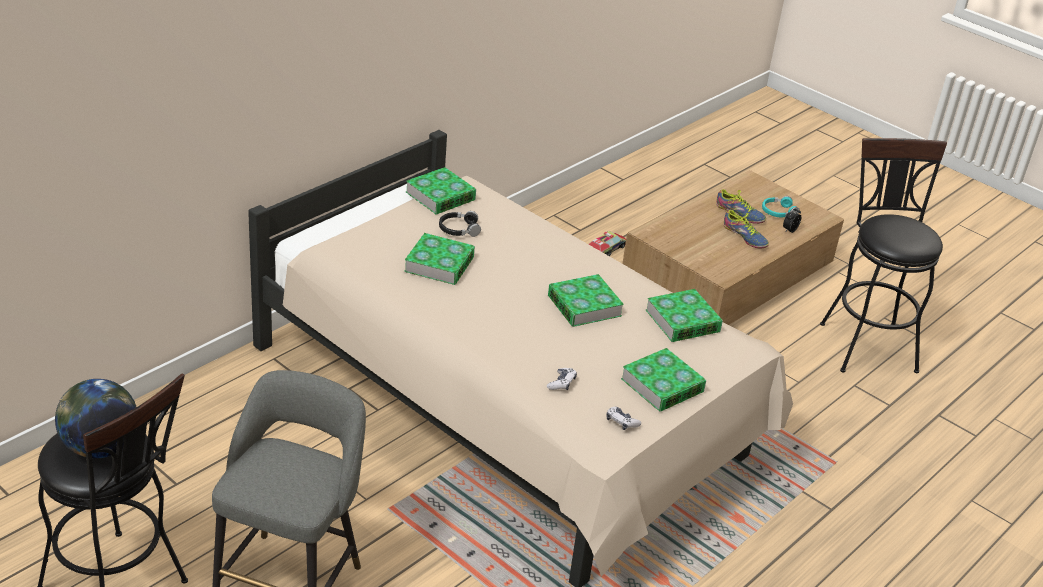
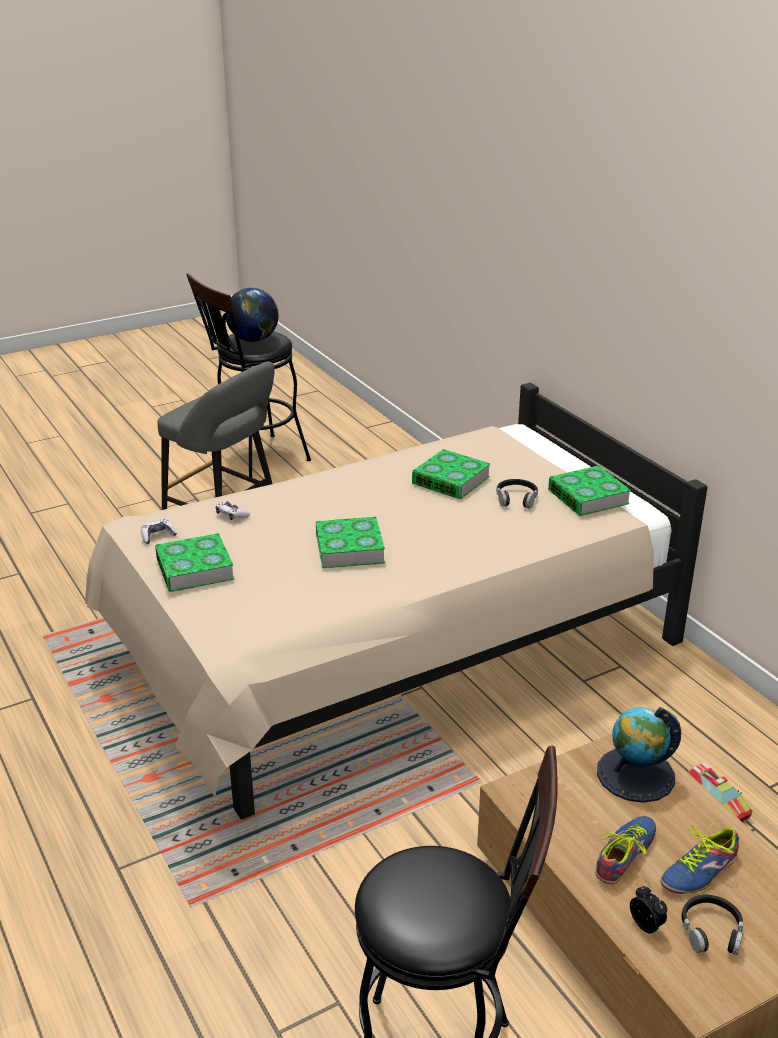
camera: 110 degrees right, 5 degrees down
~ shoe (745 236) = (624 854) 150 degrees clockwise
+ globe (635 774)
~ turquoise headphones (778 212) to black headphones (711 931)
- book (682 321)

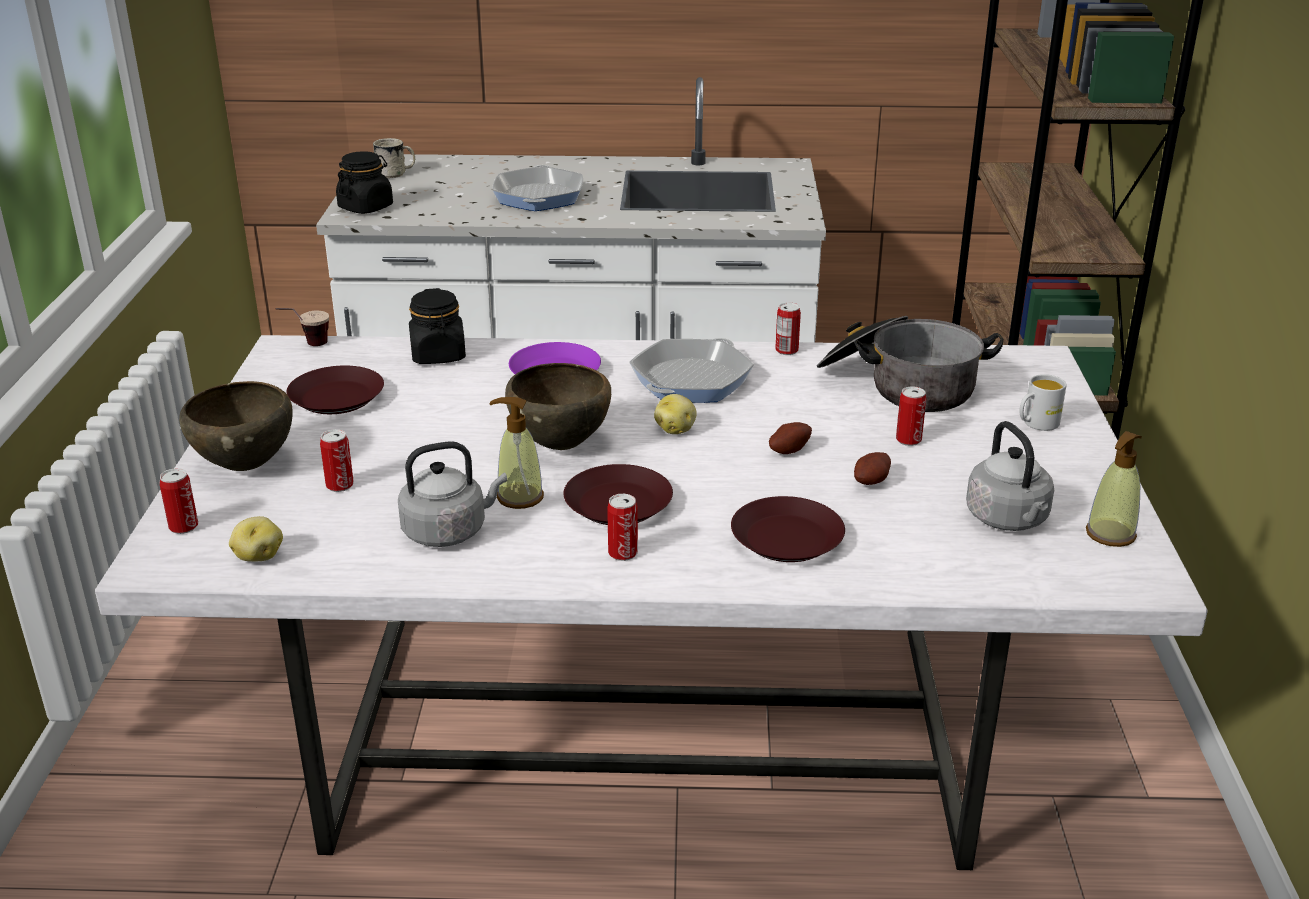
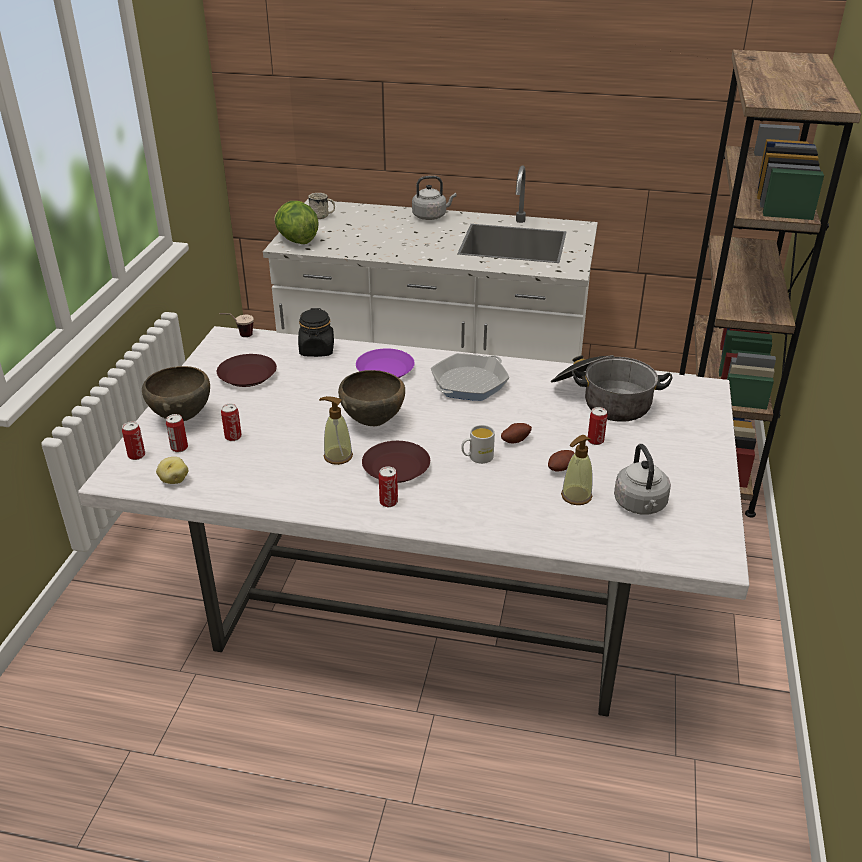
camera: 10 degrees right, 5 degrees up
~ can (786 351) to (179 448)
~ black jar (366 207) to lettuce (296 240)
~ grey kettle (449 531) to (431 216)
~ white mug (1036 424) to (477 457)
~ soap dispenser (1110 534) to (576 496)
- frying pan (538 196)
- potato (676 429)
- brown plate (786 539)

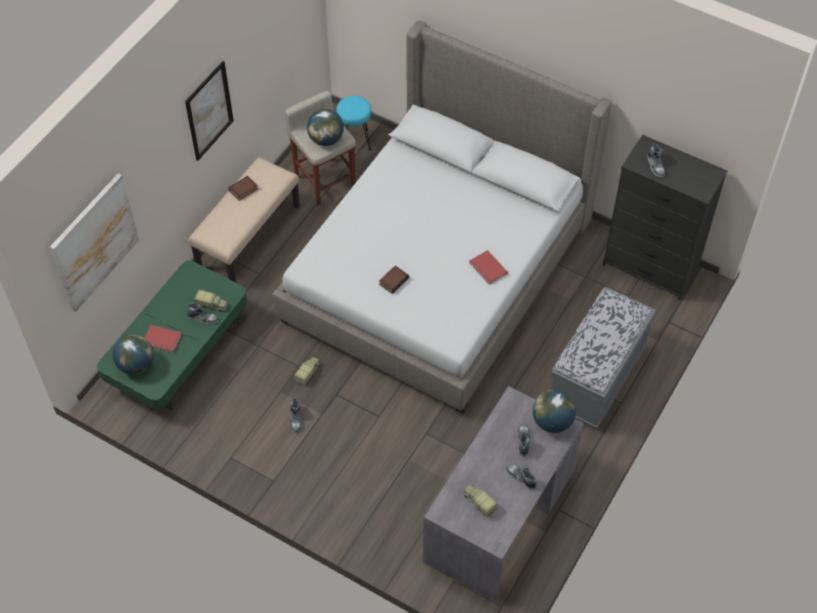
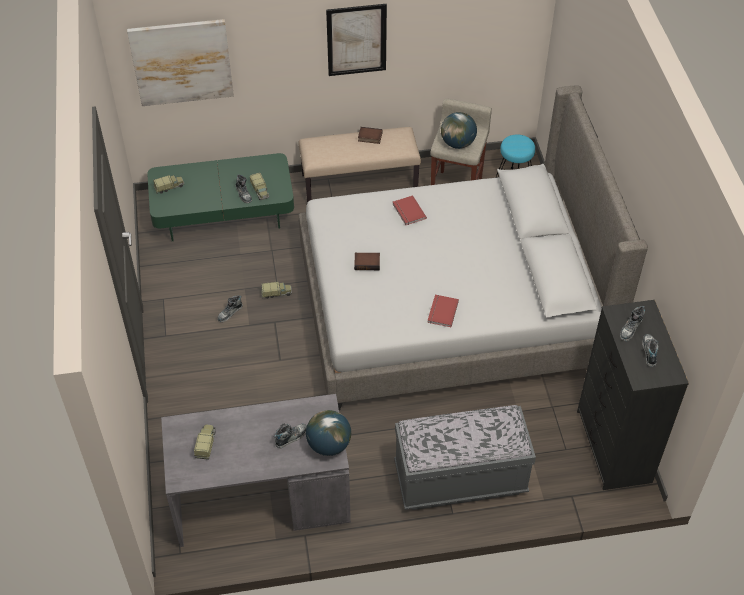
camera: 50 degrees right, 5 degrees down
~ globe (136 365) to toy truck (169 187)
~ red book (161 340) to (408 212)
~ shoe (521 478) to (649 352)

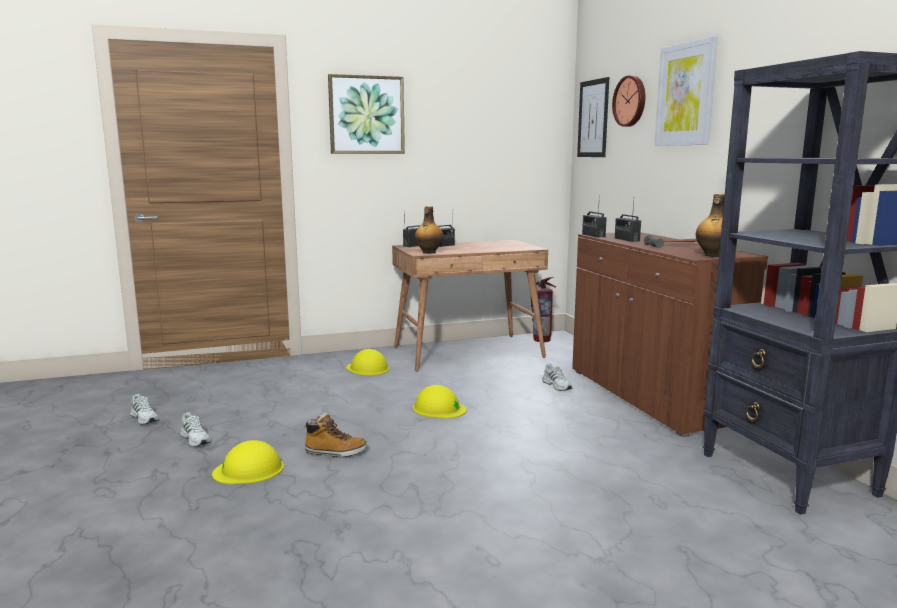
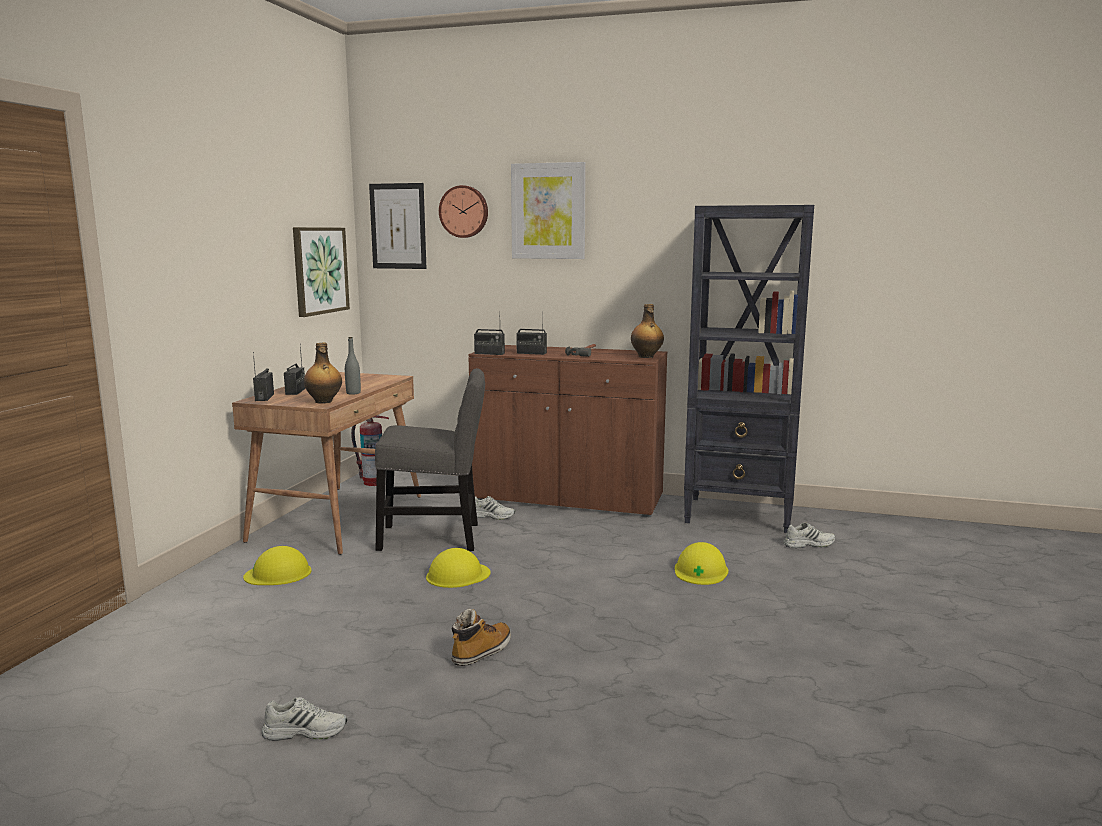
camera: 55 degrees left, 0 degrees up
~ picture (366 115) to (319 270)
+ grey bottle (353 393)
+ grey chair (435 537)
~ yellow hard hat (249 470) to (701 570)
~ white shoe (145 418) to (808 544)

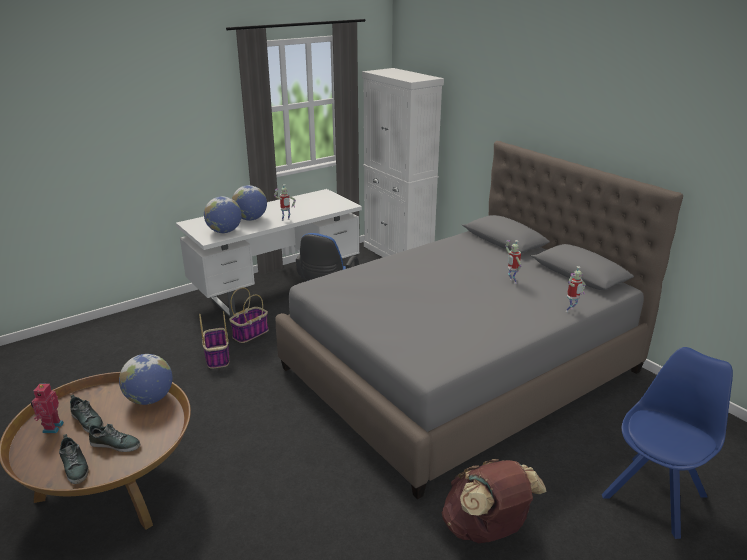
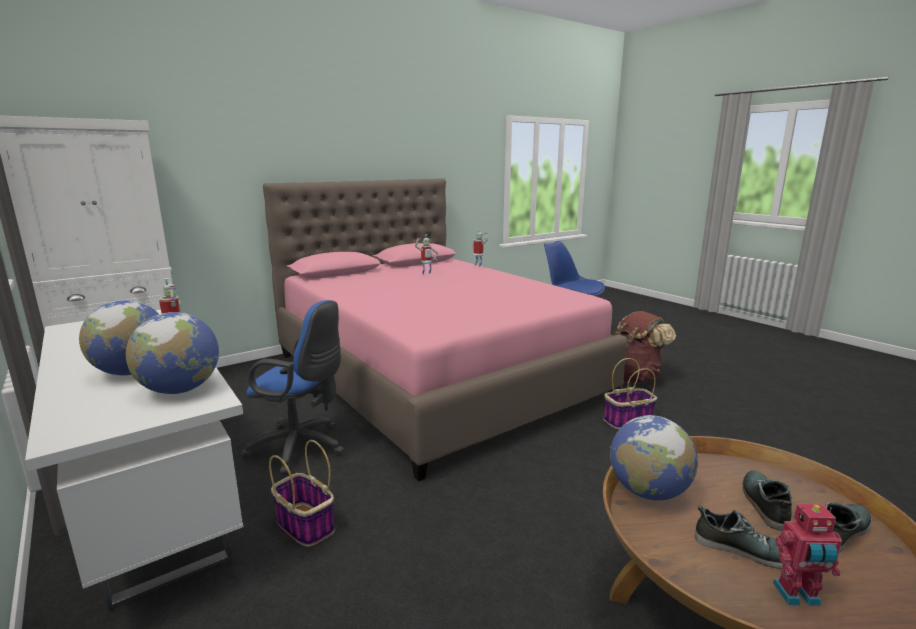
camera: 90 degrees left, 10 degrees down
~ grey bed (461 370) to pink bed (434 375)
~ basket (217 357) to (627 421)
~ shoe (88 421) = (744 549) 75 degrees clockwise

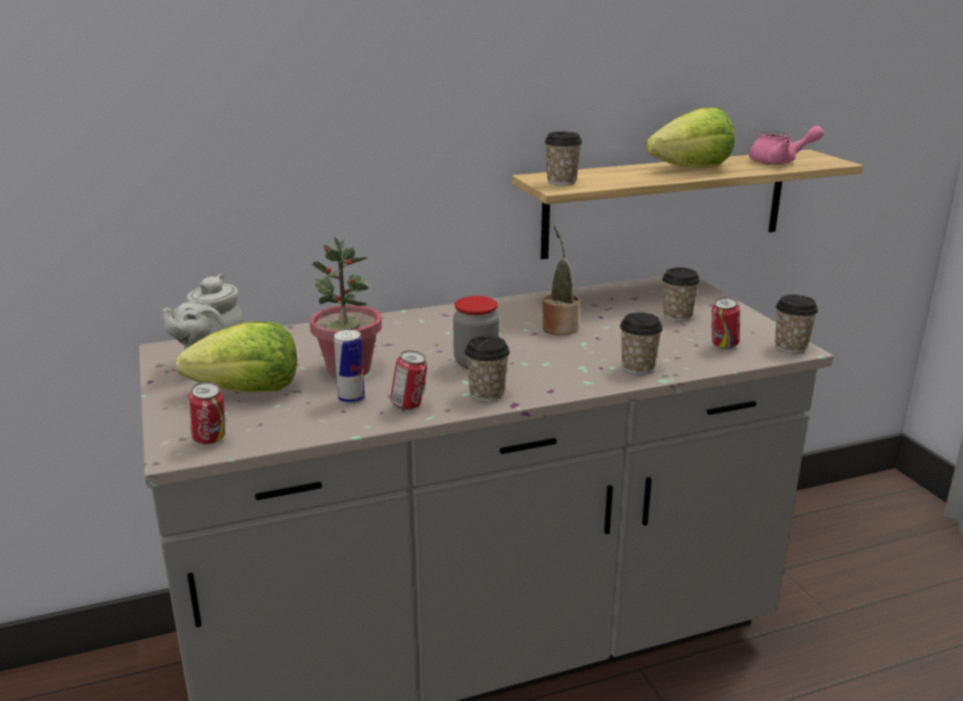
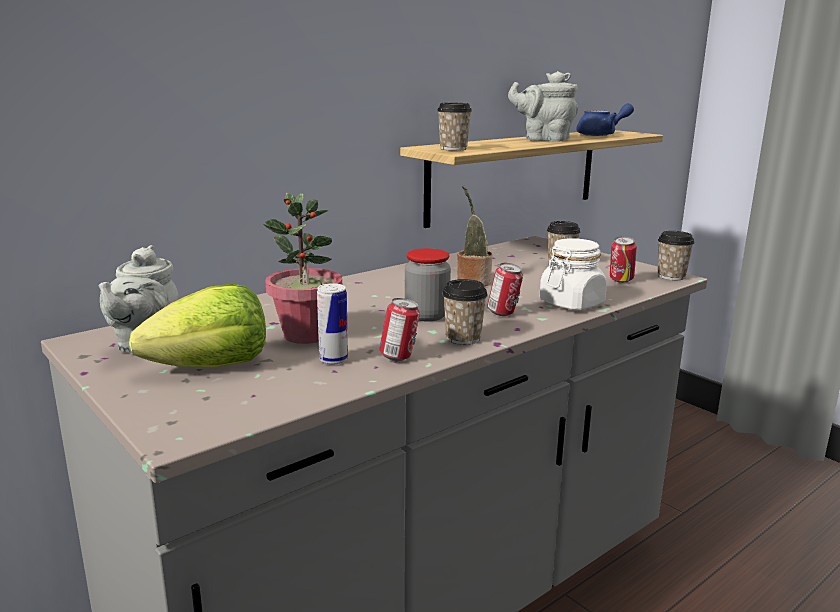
camera: 20 degrees left, 5 degrees down
~ can (210 441) to (503 314)
~ lettuce (692 168) to grey teapot (543 139)
~ cup (638 367) to white jar (571 303)
~ pink teapot (779 162) to blue teapot (602 134)

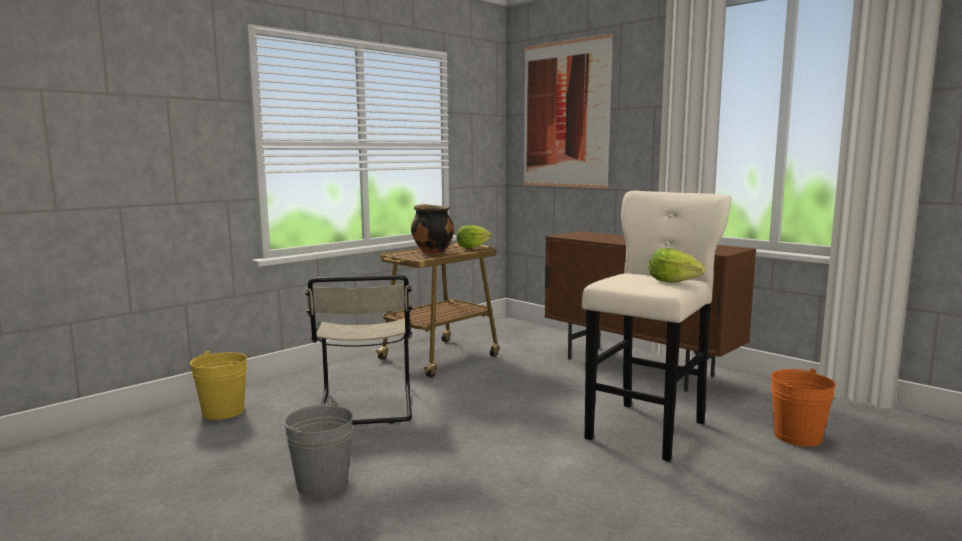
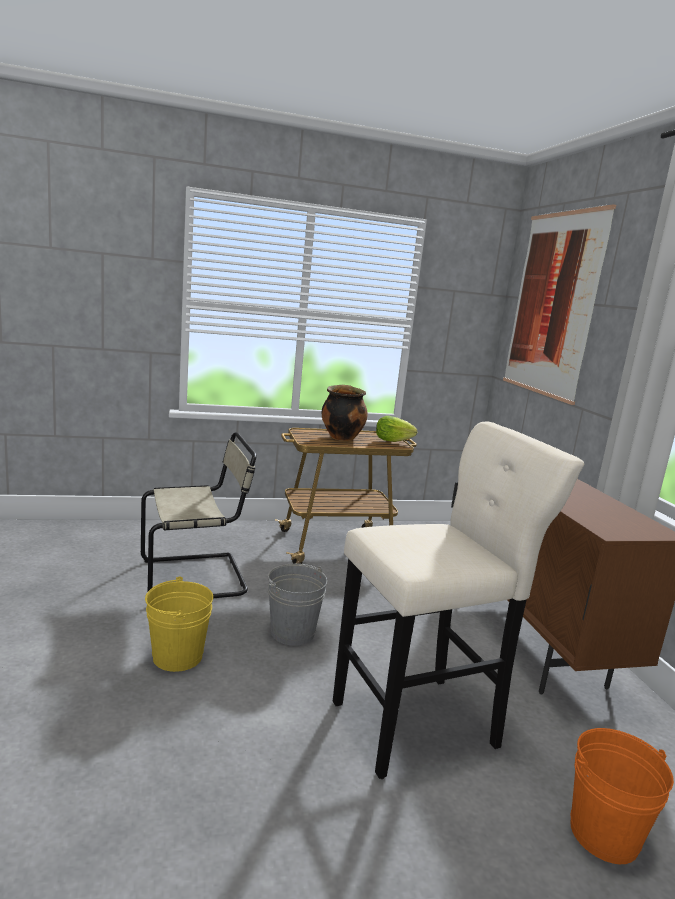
camera: 30 degrees right, 5 degrees up
~ beige chair (365 408) = (197 577) 135 degrees counterclockwise
~ yellow bucket (223 411) to (177 656)
~ grey bucket (322 483) to (292 632)
- lettuce (673 282)

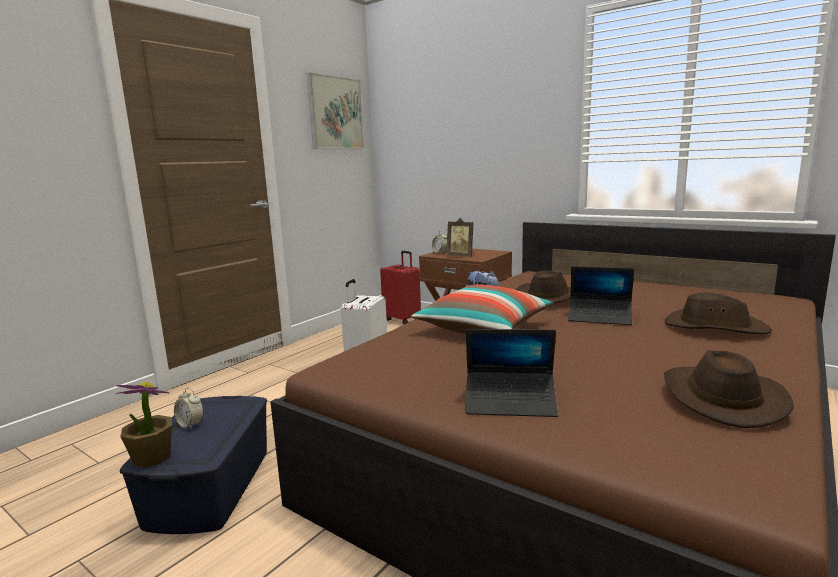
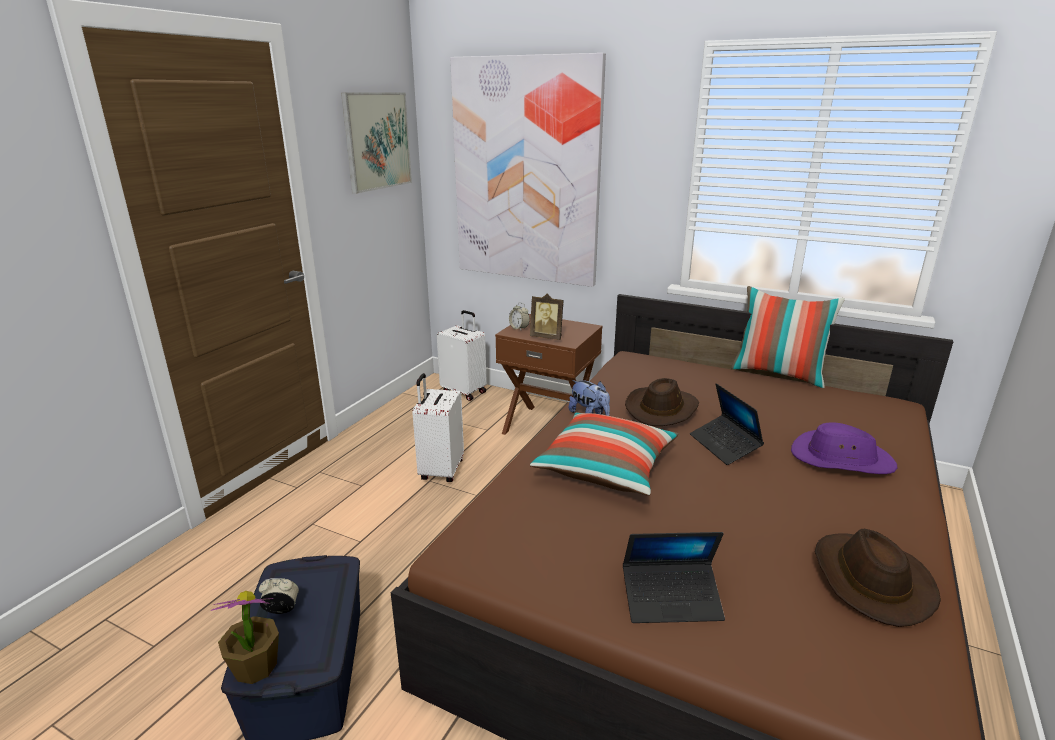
camera: 10 degrees left, 10 degrees up
~ alarm clock (190 425) = (282 609) 150 degrees clockwise
~ red suitcase (403 320) to white suitcase (464 391)
+ picture (526 173)
~ laptop (599 317) = (724 445) 60 degrees clockwise
+ pillow (778 374)
~ brown hat (714 327) to purple hat (841 459)

